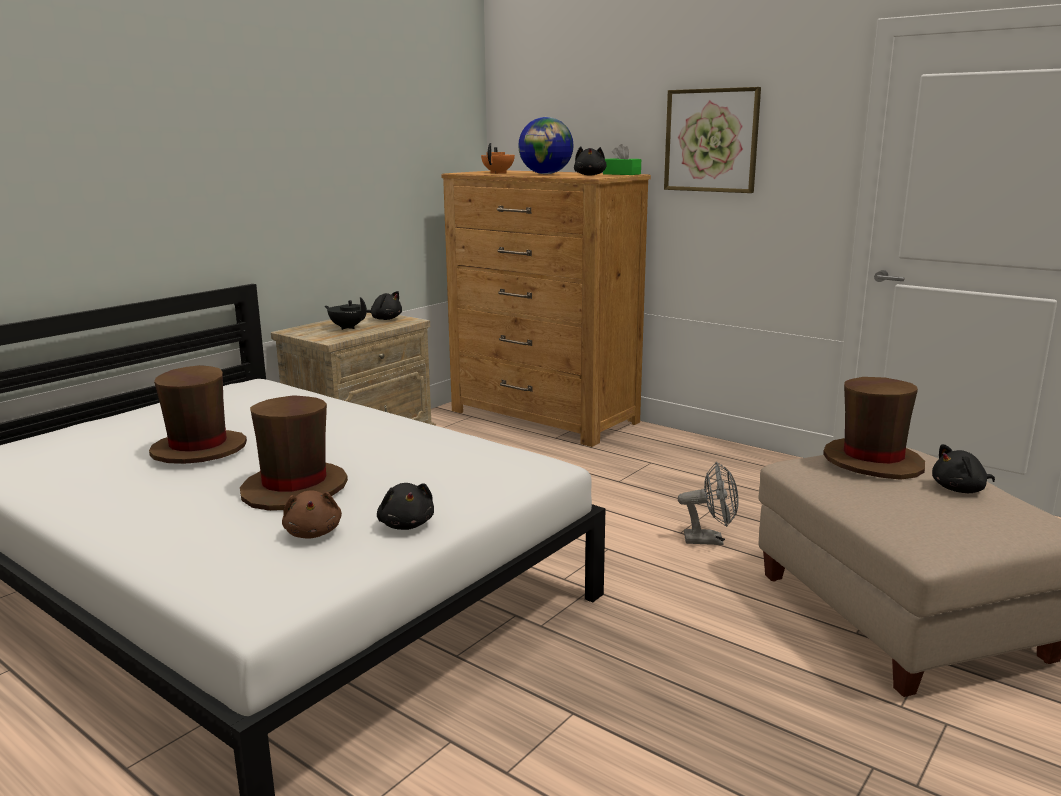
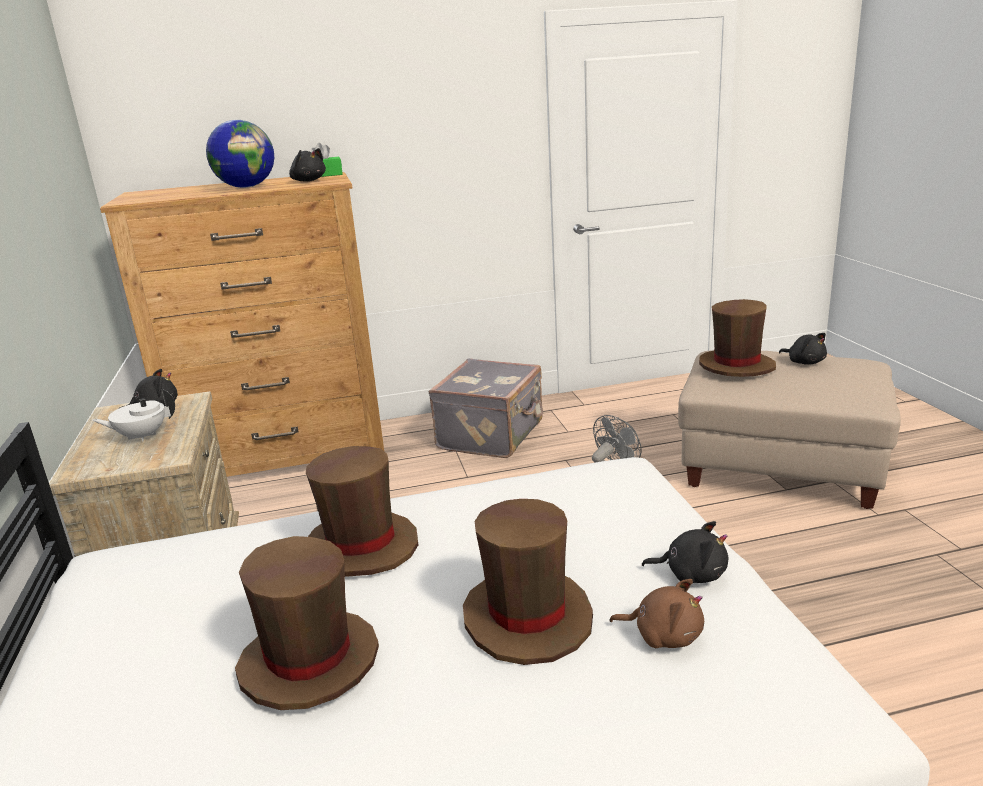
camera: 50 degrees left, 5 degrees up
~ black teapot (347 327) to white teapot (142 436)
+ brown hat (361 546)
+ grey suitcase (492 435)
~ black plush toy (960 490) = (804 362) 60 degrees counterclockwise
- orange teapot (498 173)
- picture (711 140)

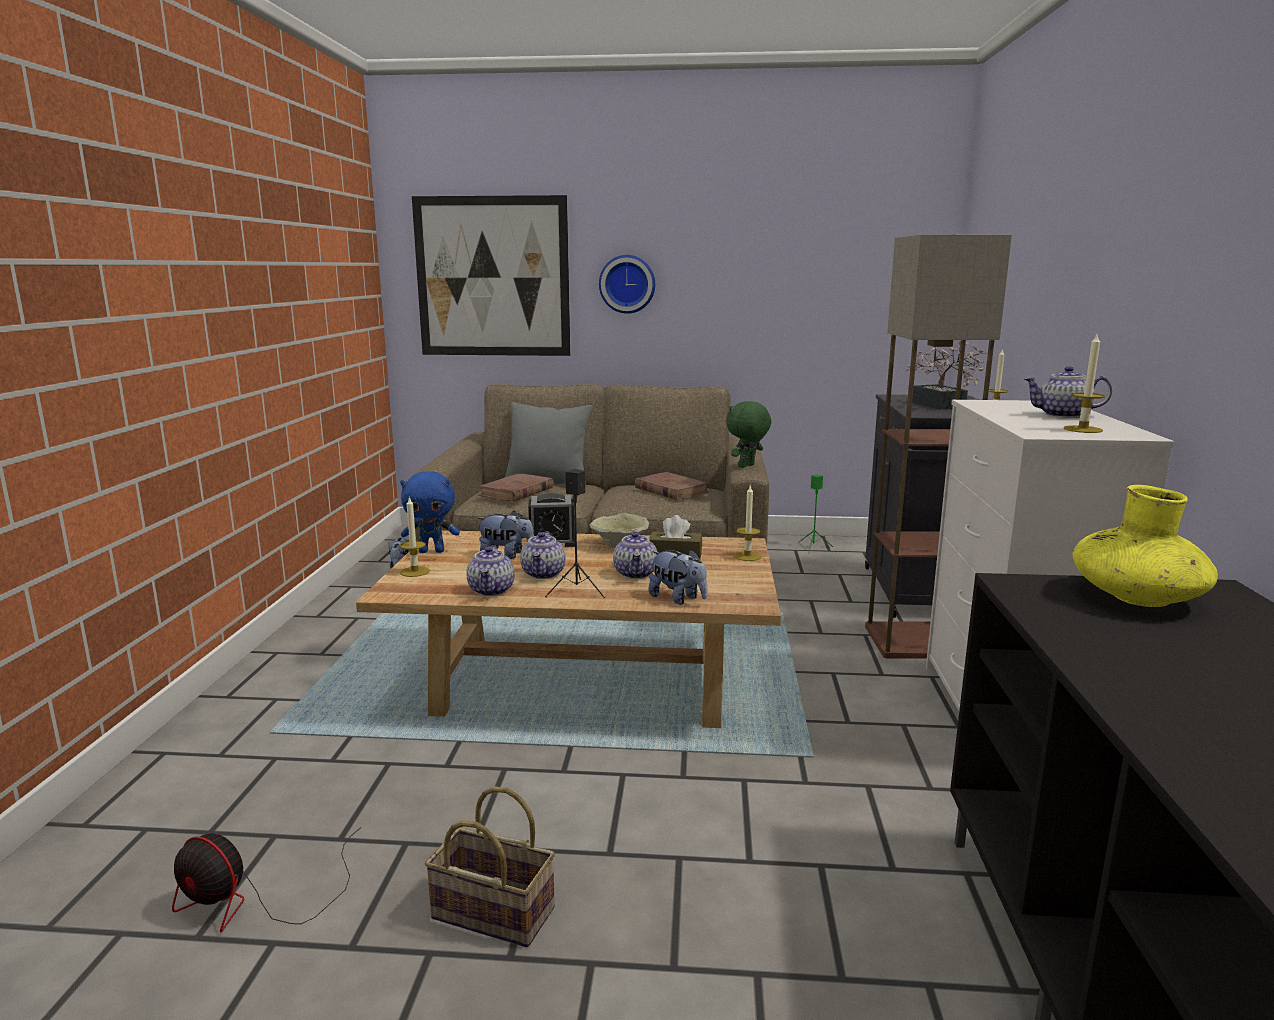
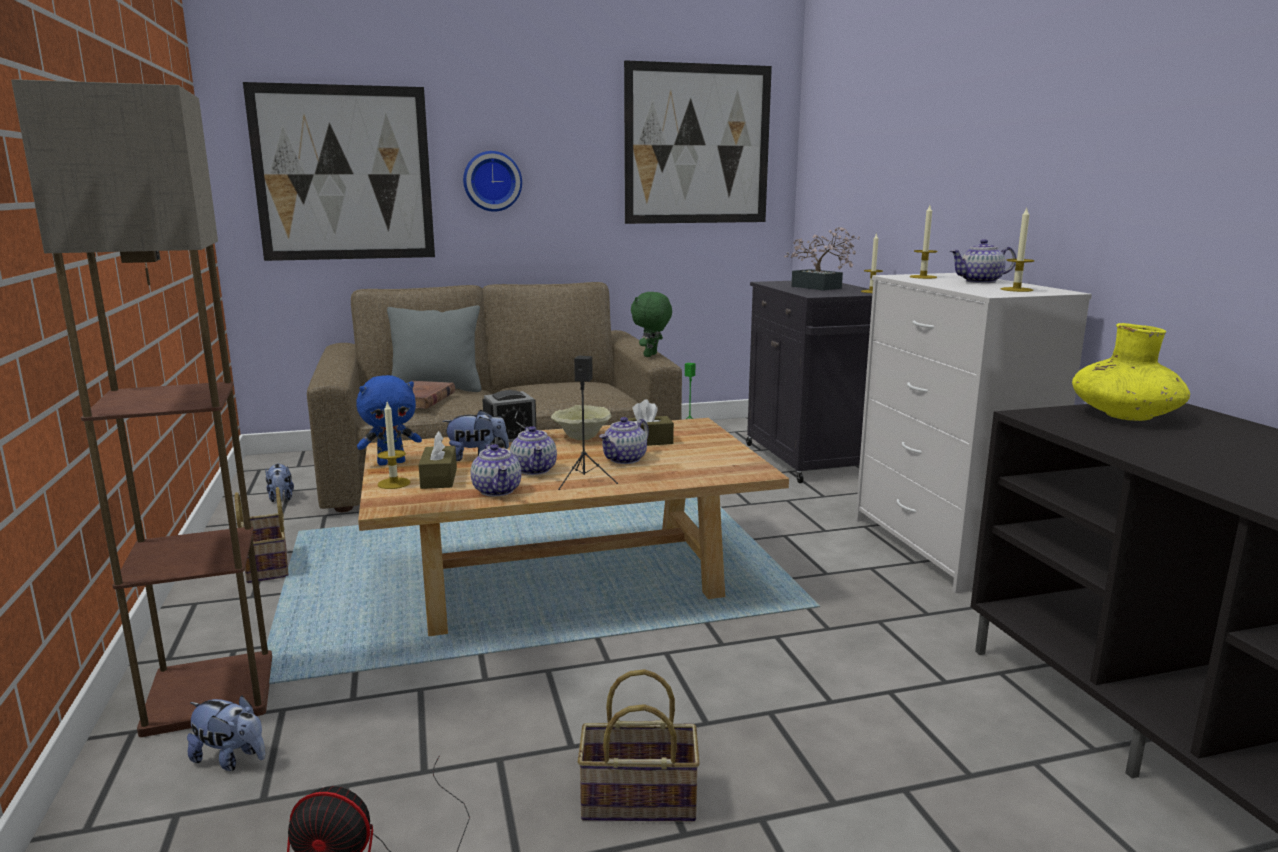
camera: 20 degrees left, 0 degrees up
~ floor lamp (909 641) to (208 693)
~ plush toy (678 599) to (231 759)
+ basket (265 565)
+ brown tissue box (439 478)
~ teapot (636 574) = (625 459) 60 degrees clockwise
+ picture (697 145)
~ candle (747 556) to (923 277)
- brown book (671 490)

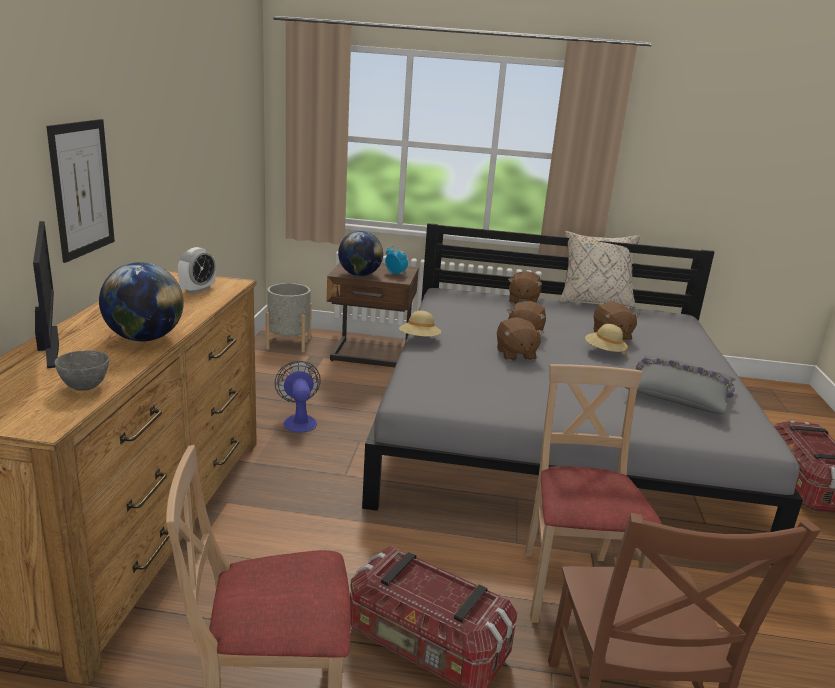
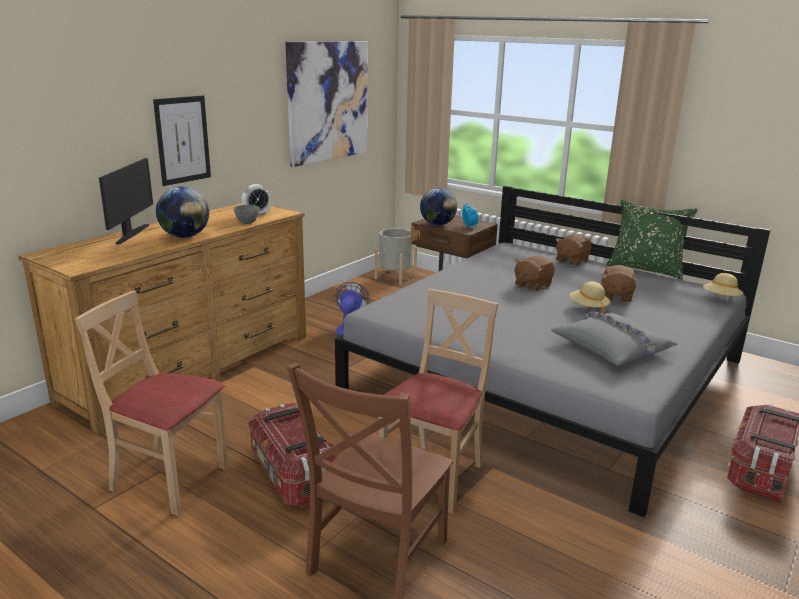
camera: 30 degrees right, 0 degrees up
~ grey bowl (84 387) to (247 222)
+ picture (328 101)
~ beige pillow (594 301) to green pillow (645 269)
~ beige hat (419 340) to (721 298)
- brown plush toy (515 354)

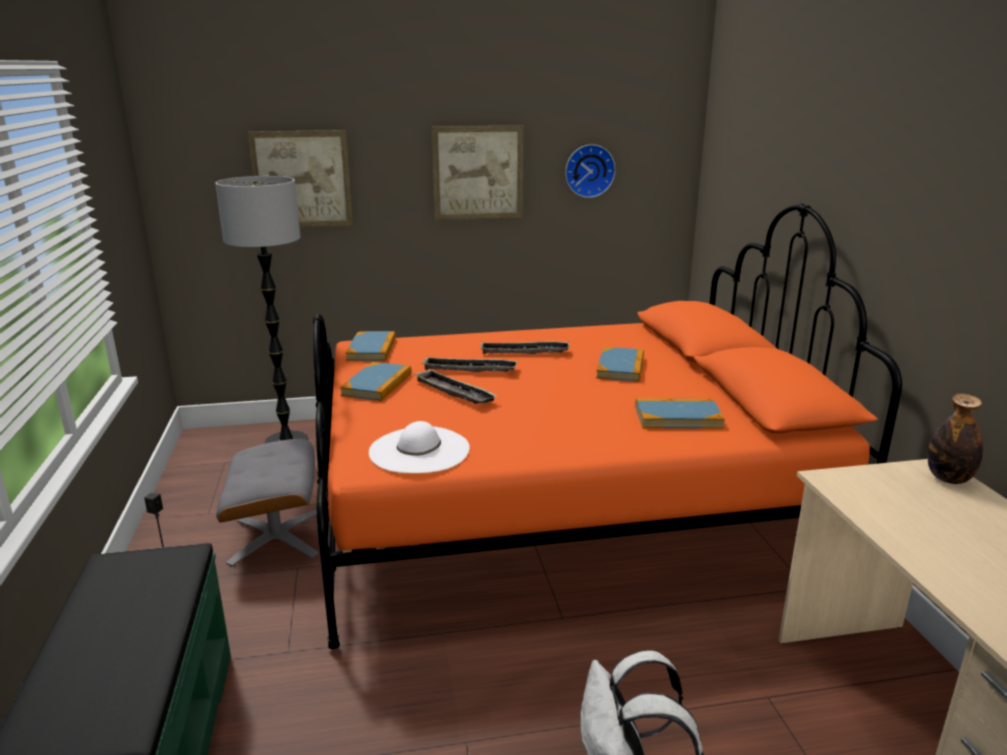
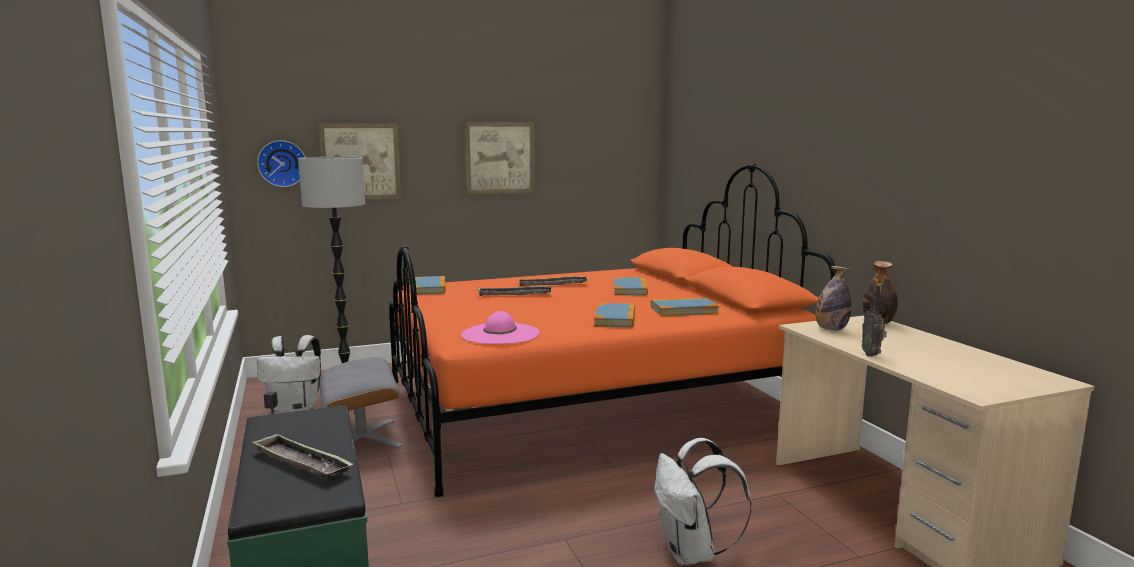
camera: 10 degrees left, 10 degrees down
~ tray (454 392) to (301 462)
~ wall clock (589 170) to (282 163)
+ white backpack (296 410)
~ white hat (419 450) to pink hat (500 334)
~ book (377 385) to (615 318)
+ bottle (831 329)
+ radio (872 355)

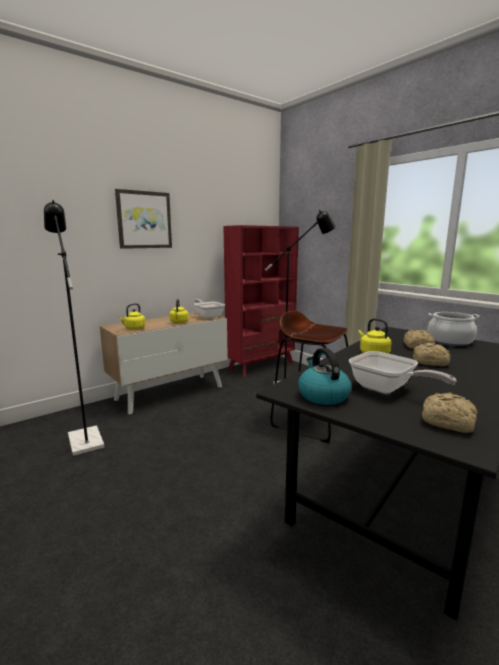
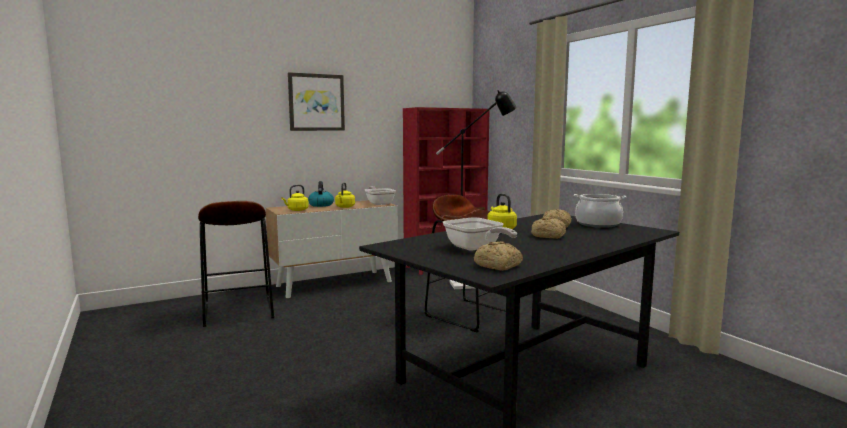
camera: 10 degrees right, 5 degrees down
~ black floor lamp (84 437) to brown stool (238 312)
~ kettle (322 395) to (321 205)

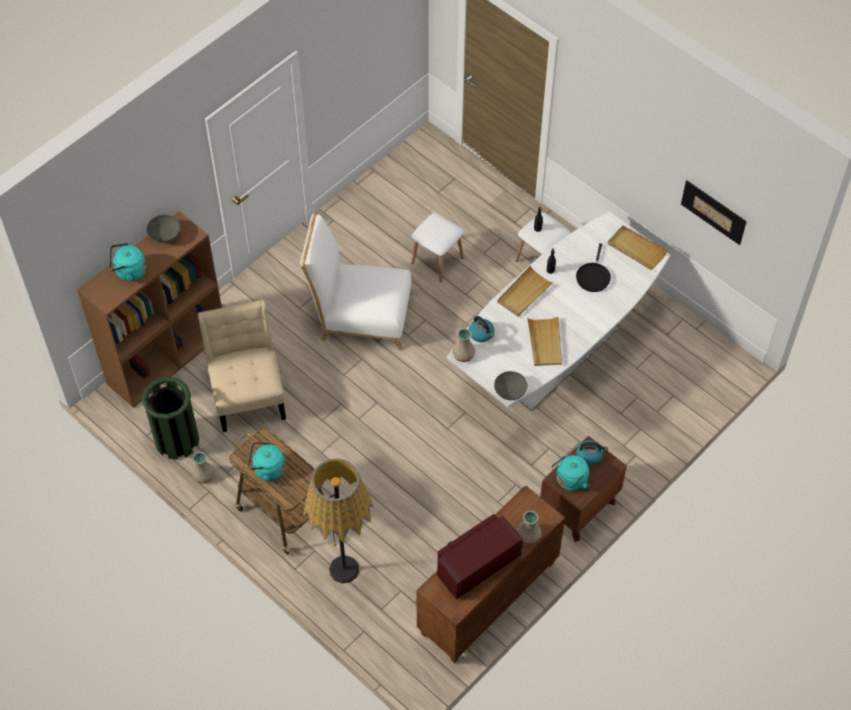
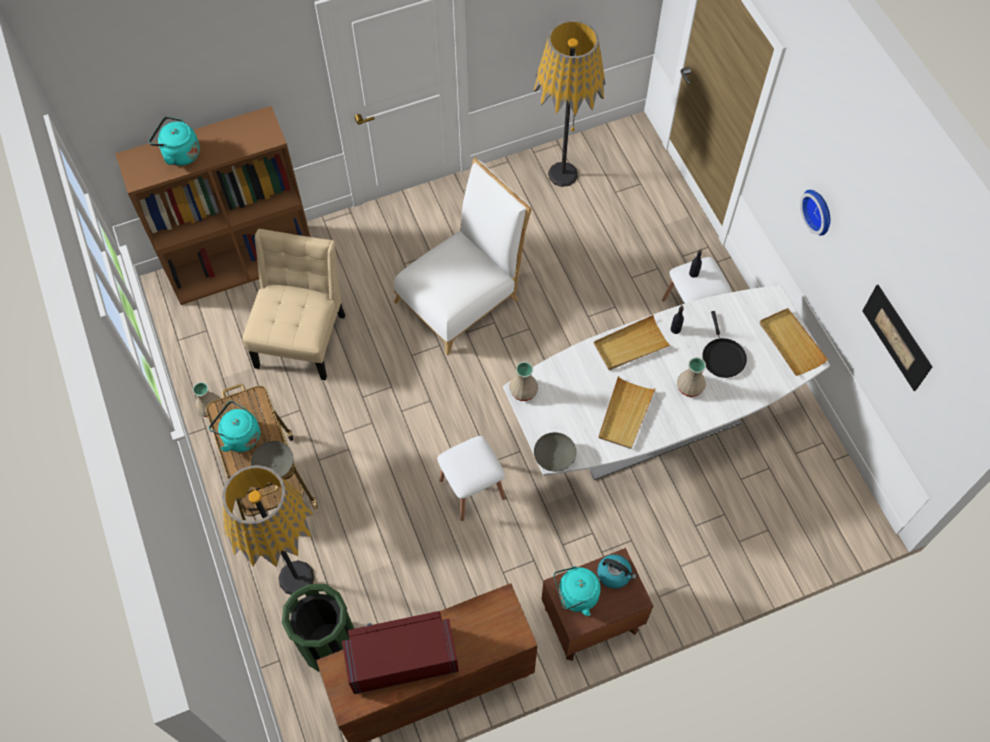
camera: 25 degrees right, 5 degrees up
~ grey bowl (164 235) to (274 465)
~ green trash can (177 440) to (329 644)
~ white chair (360 315) = (463 296) 105 degrees clockwise
~ white stool (437 260) to (472 489)
+ floor lamp (563 174)
~ beige vase (529 535) to (690 386)
~ black frying pan (593 276) = (722 356) 45 degrees counterclockwise
+ wall clock (819 211)
- kettle (481 334)

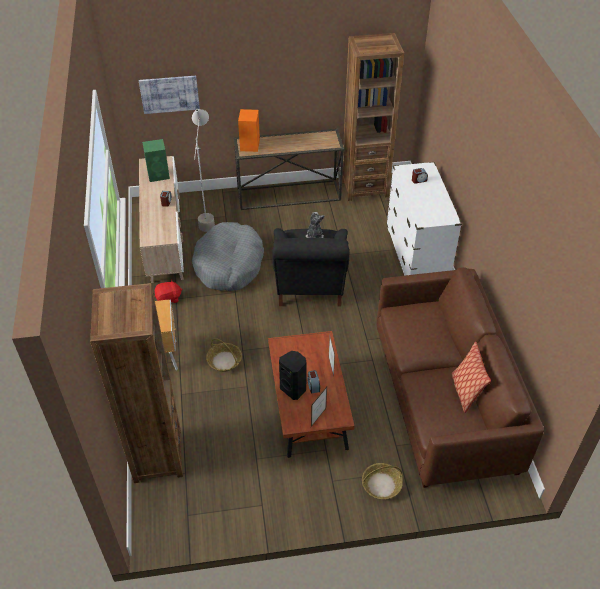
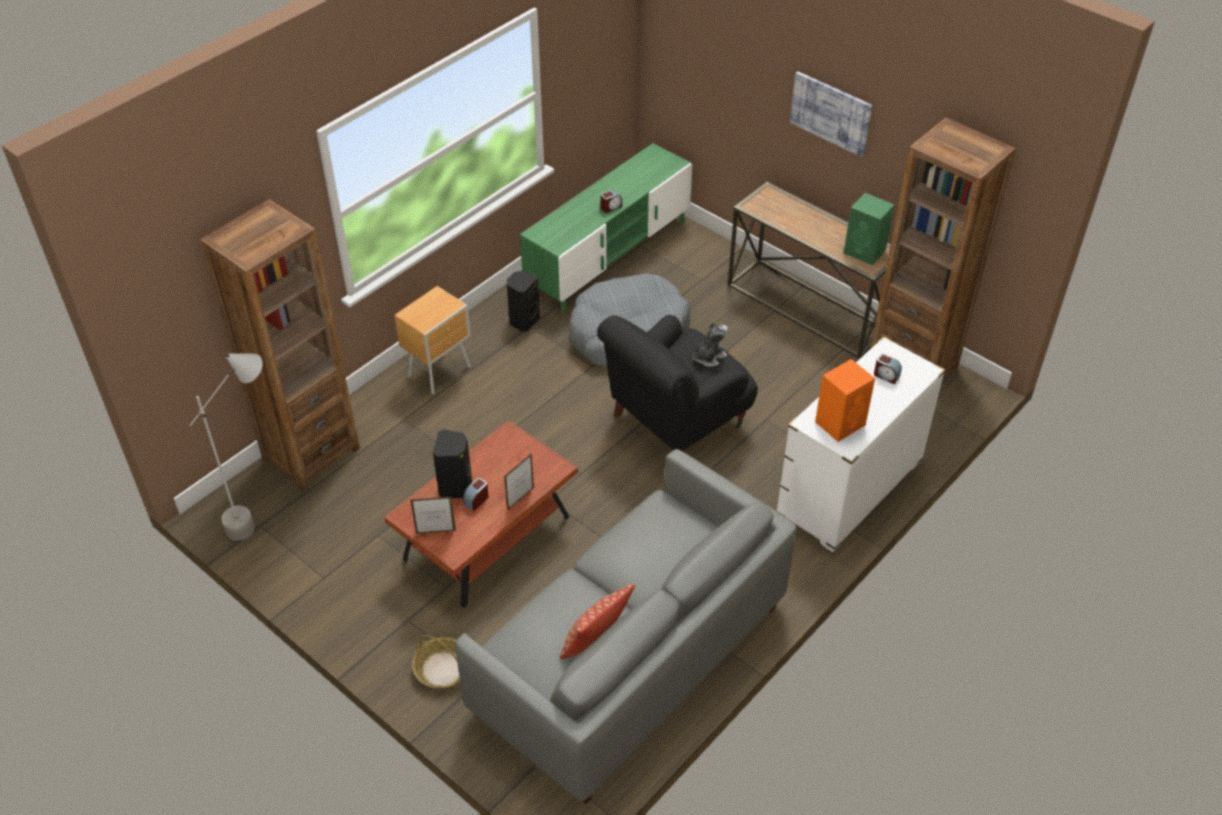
camera: 50 degrees right, 0 degrees up
~ grey floor lamp (208 217) to (261 517)
~ brown sofa (444 400) to grey sofa (629 658)
~ red plush toy (168 298) to black speaker (523 321)
~ beige tv stand (165 237) to green tv stand (609 256)
~ picture (169 94) to (831 113)
~ orange speaker (250 145) to (841 423)
~ green speaker (159 175) to (865 252)
- basket (224 361)

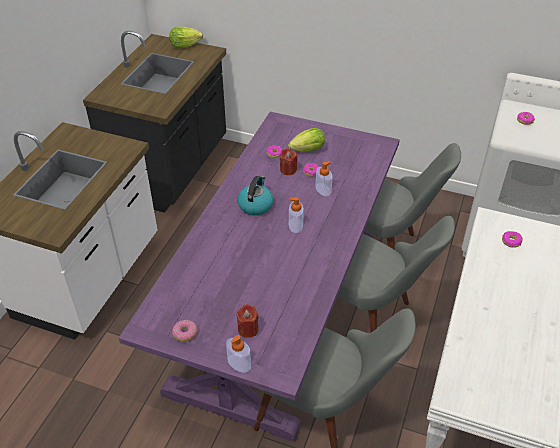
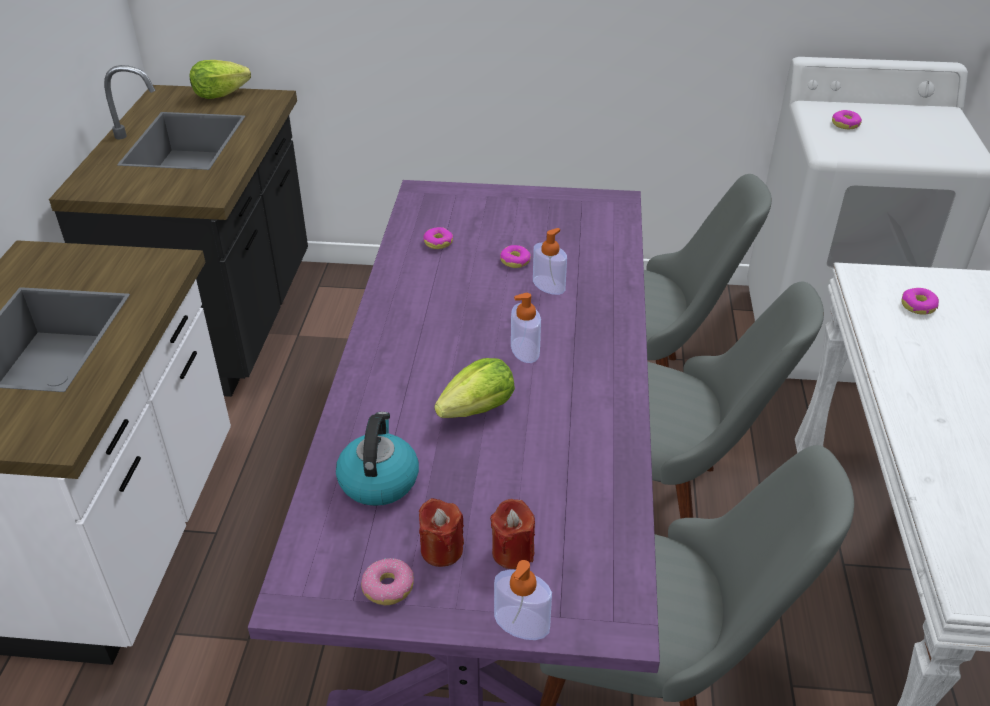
camera: 15 degrees left, 5 degrees down
~ kettle (255 205) to (378 480)
~ red candle (288 170) to (441 550)
~ lettuce (308 150) to (478 409)

